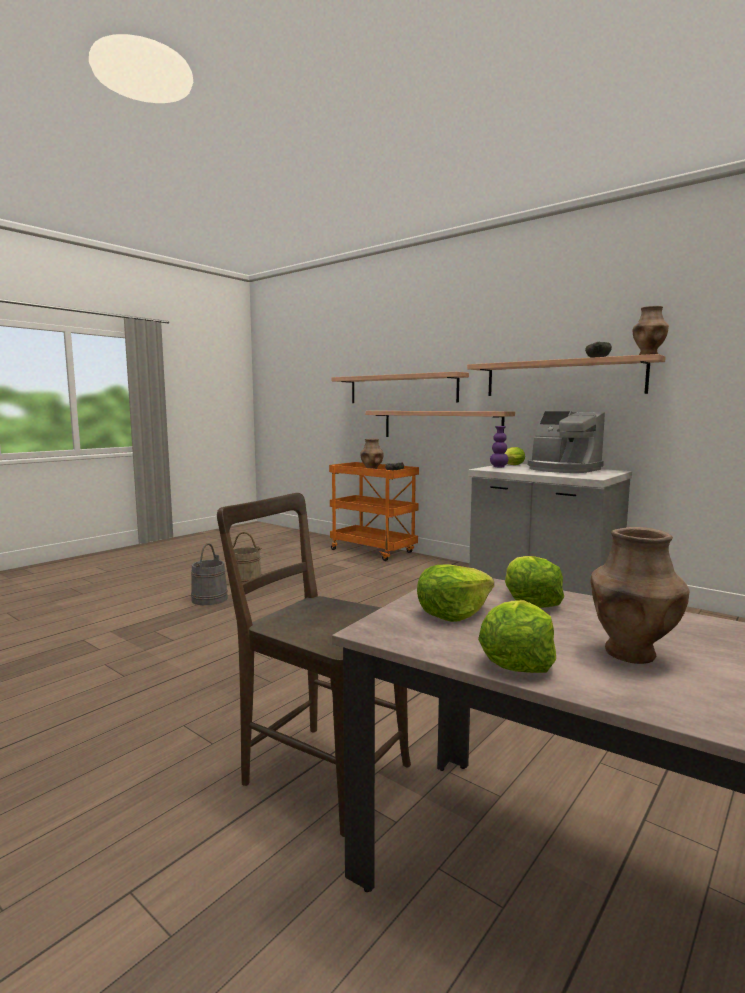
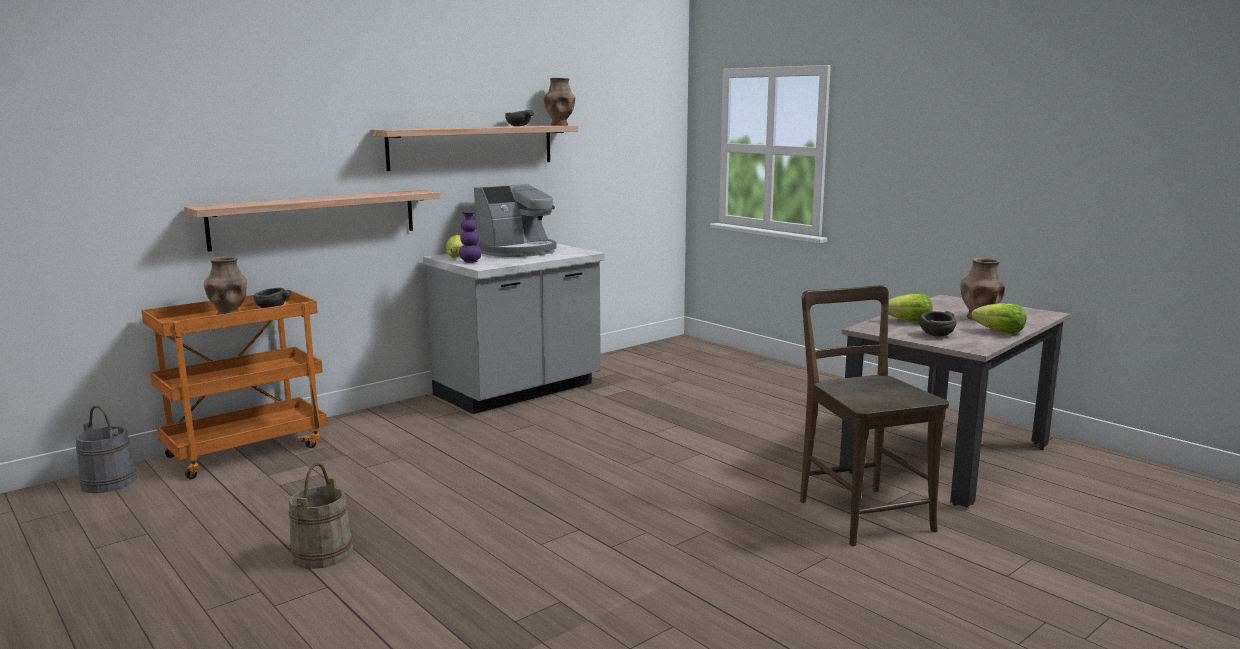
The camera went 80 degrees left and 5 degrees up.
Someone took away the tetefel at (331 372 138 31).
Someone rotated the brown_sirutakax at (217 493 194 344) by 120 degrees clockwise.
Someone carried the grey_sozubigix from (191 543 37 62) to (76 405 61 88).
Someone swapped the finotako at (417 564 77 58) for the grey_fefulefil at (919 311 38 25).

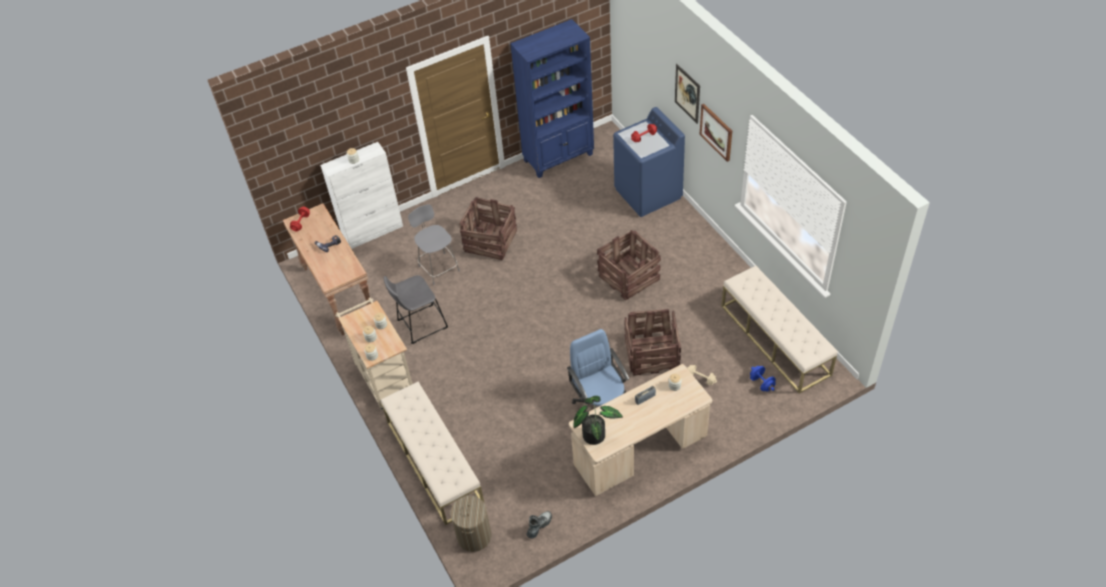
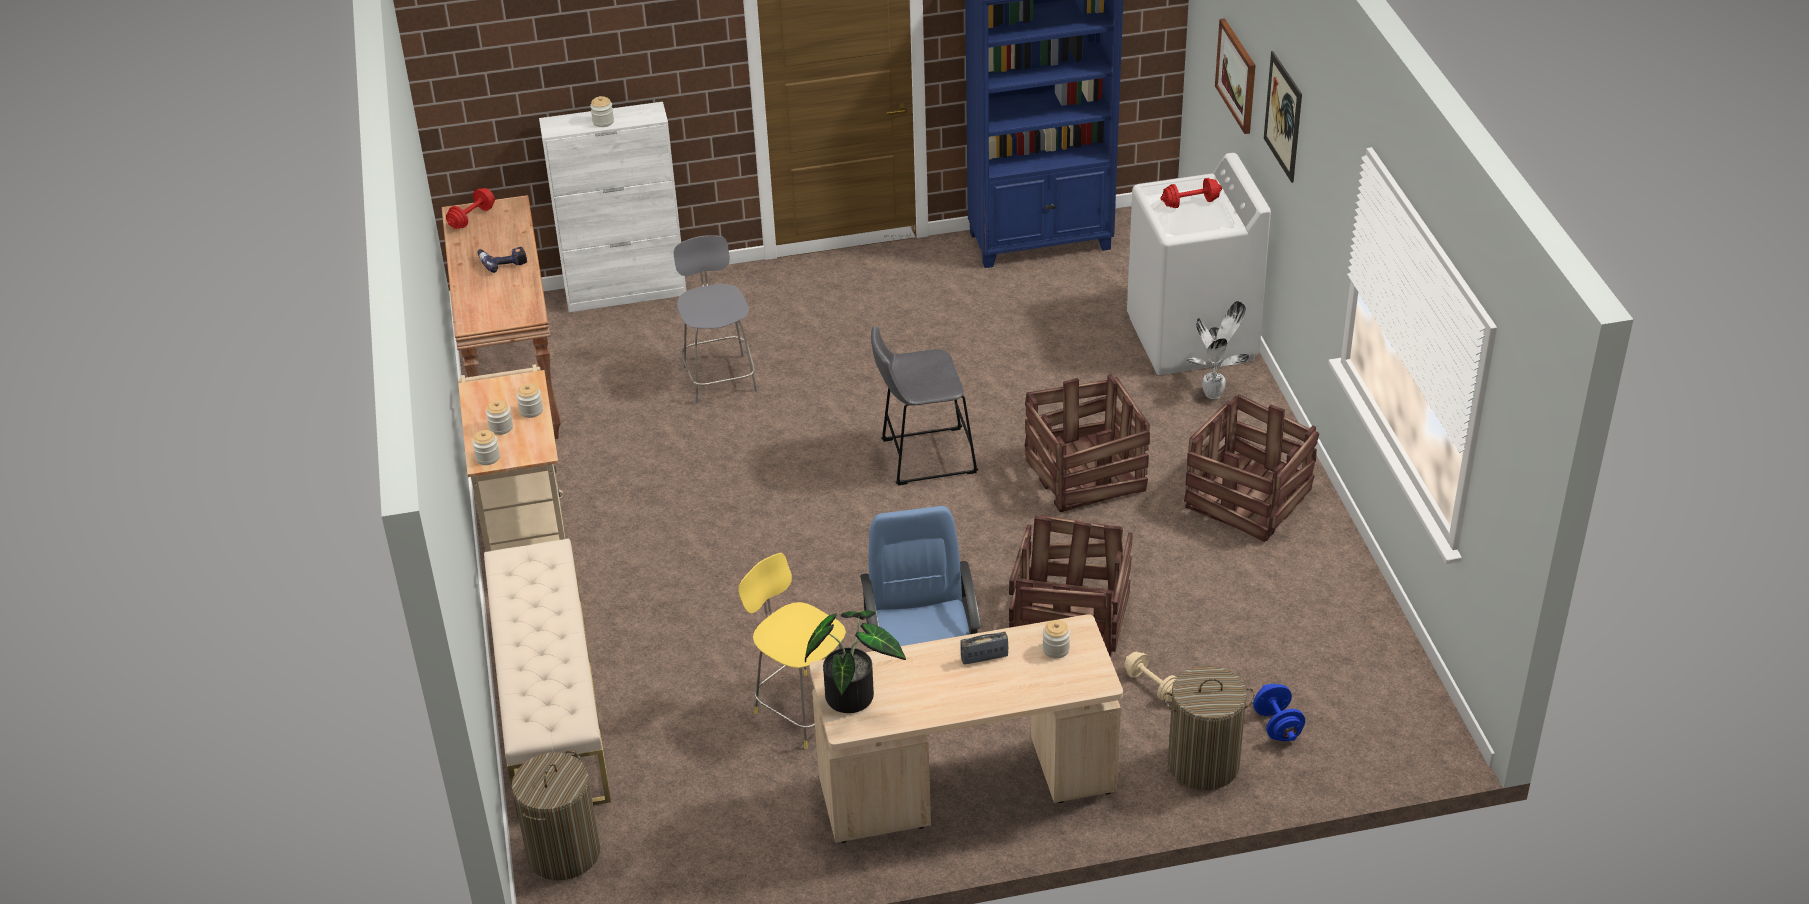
The camera went 15 degrees right and 10 degrees down.
Someone carried the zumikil from (700 104 32 58) to (1215 18 41 116).
Someone repainted the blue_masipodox at (613 107 72 110), which became the white_masipodox at (1127 153 144 222).
Someone carried the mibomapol from (459 197 58 63) to (1184 394 135 148).
Someone took away the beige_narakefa at (721 266 117 128).
Someone carried the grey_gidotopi from (384 275 64 69) to (871 326 107 160).
Someone took away the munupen at (526 511 26 28).
Someone put down the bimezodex at (1186 301 63 98).
Someone put down the yellow_gidotopi at (738 553 108 196).
Someone put down the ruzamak at (1163 665 92 125).

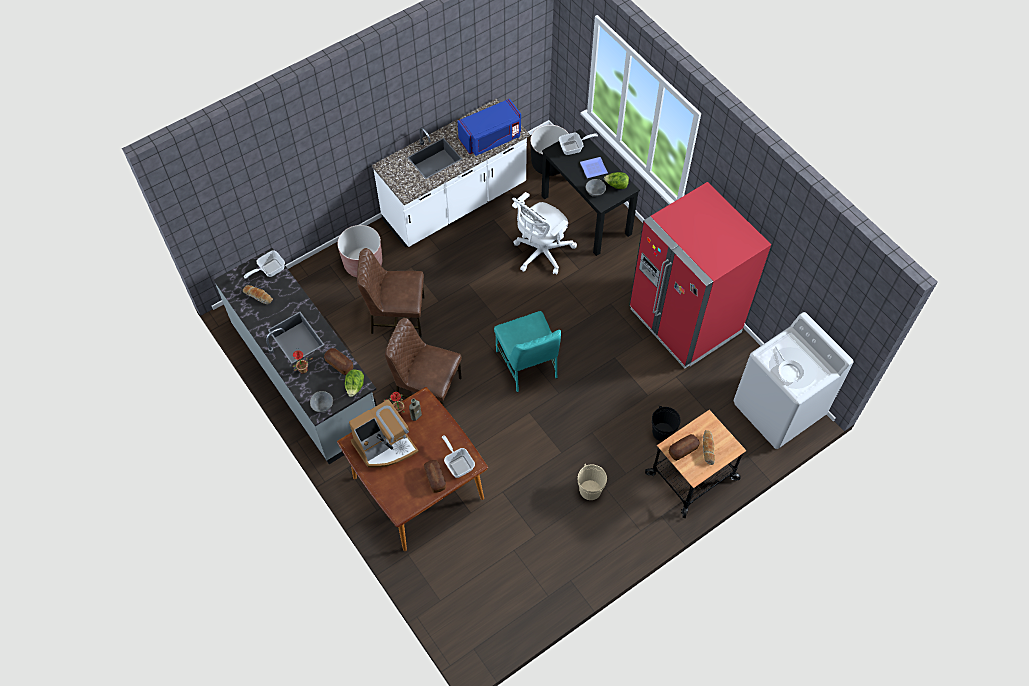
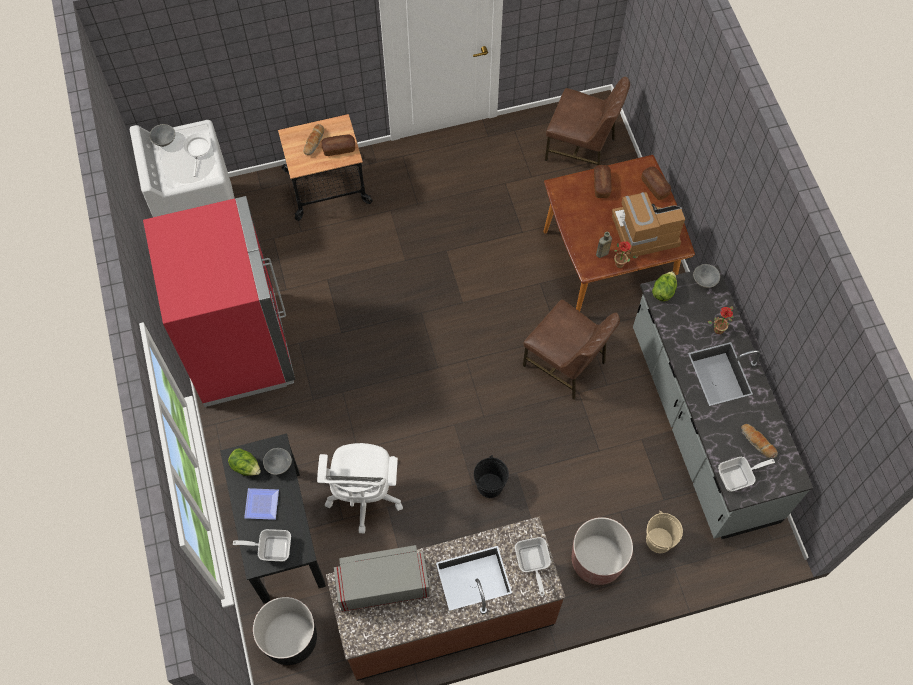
The camera went 160 degrees left and 5 degrees up.
Someone repainted the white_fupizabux at (372 98 158 149), which became the brown_fupizabux at (326 516 239 165).
Someone repainted the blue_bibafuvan at (457 98 64 58), which became the grey_bibafuvan at (334 545 96 67).
Someone rotated the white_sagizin at (512 192 65 83) by 120 degrees clockwise.
Someone carried the brown_sirutakax from (357 248 68 89) to (545 76 85 89).
Someone took away the turquoise_sirutakax at (494 311 67 81).
Someone carried the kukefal from (324 348 29 27) to (641 167 30 33).
Someone carried the black_sozubigix from (652 406 29 36) to (474 455 35 43).
Someone carried the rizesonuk from (442 435 33 43) to (515 537 36 59).
Someone carried the beige_sozubigix from (578 465 29 35) to (646 511 37 42).
Someone put down the grey_fefulefil at (150 124 25 23).

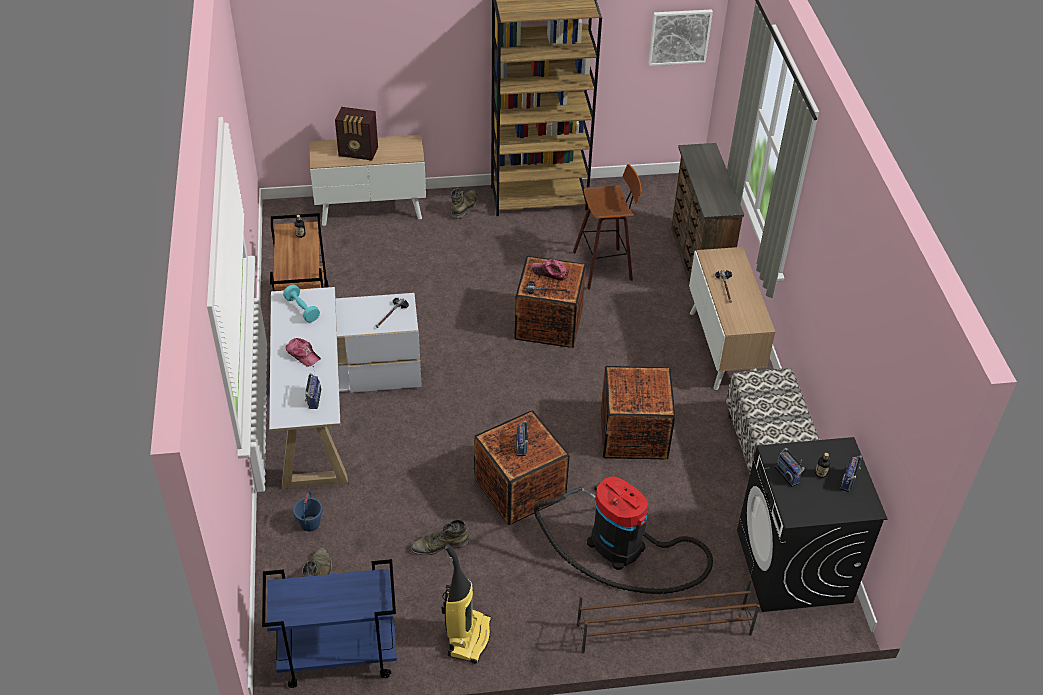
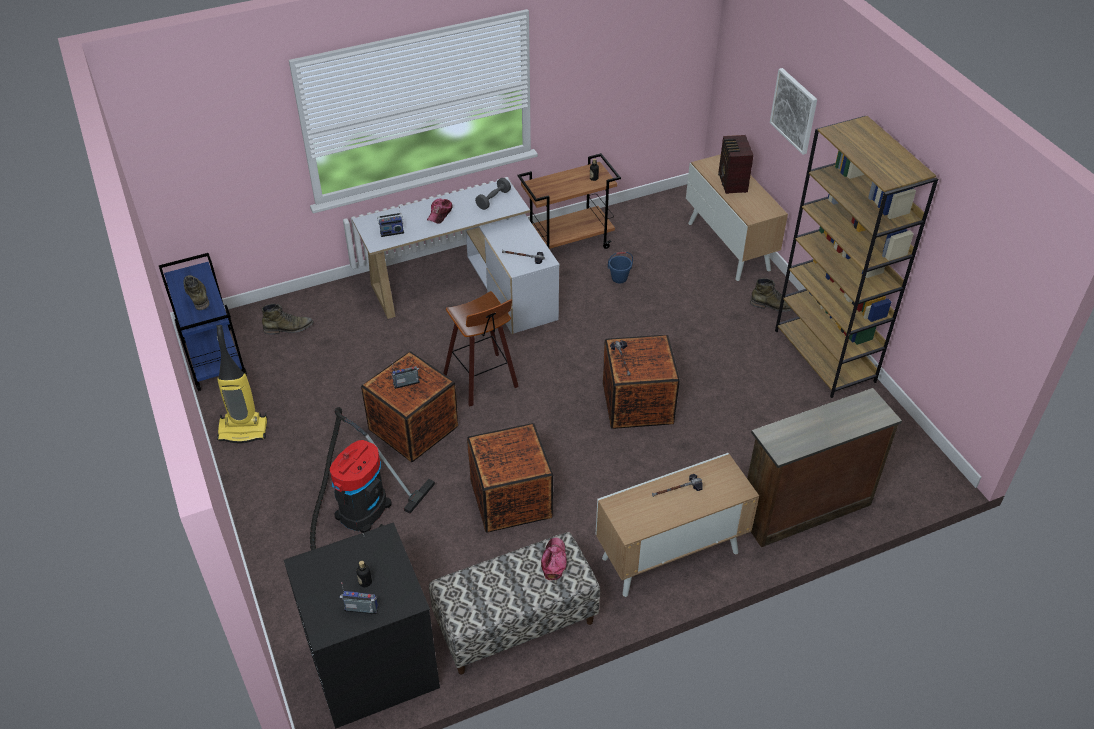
The camera went 75 degrees right and 0 degrees up.
Someone carried the zumikil from (648 9 65 57) to (770 68 47 87).
Someone carried the gidotopi from (573 164 69 126) to (443 291 76 116).
Someone carried the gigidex from (532 259 36 21) to (541 538 26 42).
Someone repainted the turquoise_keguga at (283 285 37 37), which became the grey_keguga at (475 178 36 32).
Someone took away the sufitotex at (775 448 30 39).
Someone carried the blue_sozubigix from (293 491 30 40) to (608 251 25 33).
Someone carried the green_munupen from (411 519 58 36) to (184 275 25 35).
Someone took away the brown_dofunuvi at (577 578 183 75).

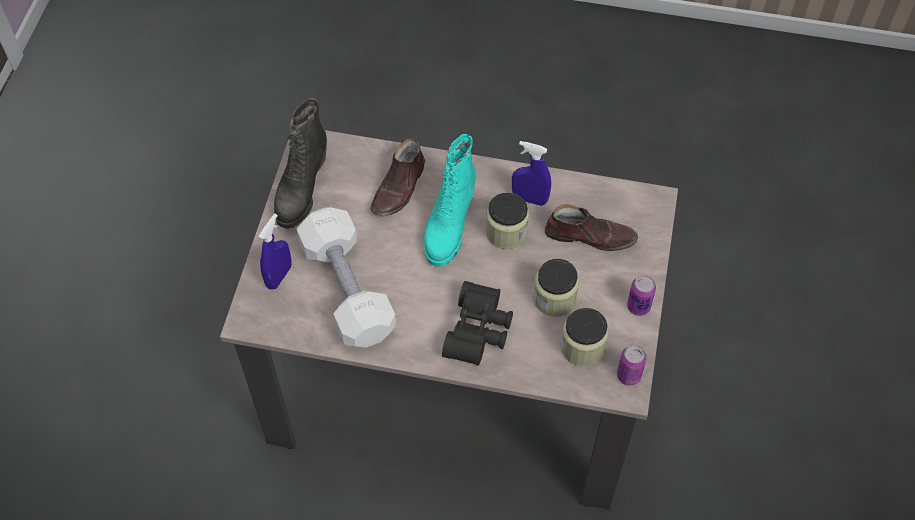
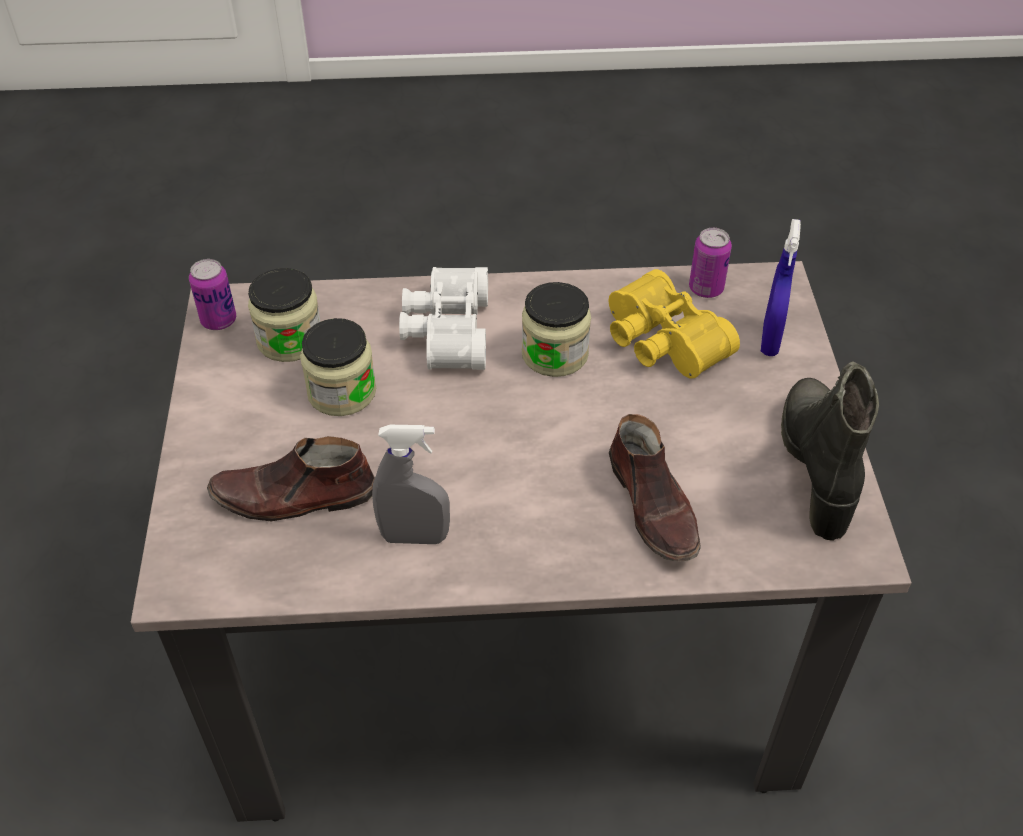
The camera went 165 degrees right and 10 degrees down.
Someone took away the turquoise_munupen at (424 134 52 133).
Someone rotated the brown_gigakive at (370 138 55 79) by 150 degrees clockwise.
Someone repainted the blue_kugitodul at (512 141 39 65), which became the grey_kugitodul at (372 425 78 119).
Someone carried the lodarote from (486 193 43 56) to (522 282 69 95).
Someone swapped the white_keguga at (297 207 99 141) for the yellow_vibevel at (609 269 131 110).
Someone carried the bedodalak from (627 275 29 41) to (689 228 43 70).
Someone repainted the black_vibevel at (442 281 71 85), which became the white_vibevel at (399 267 89 103).

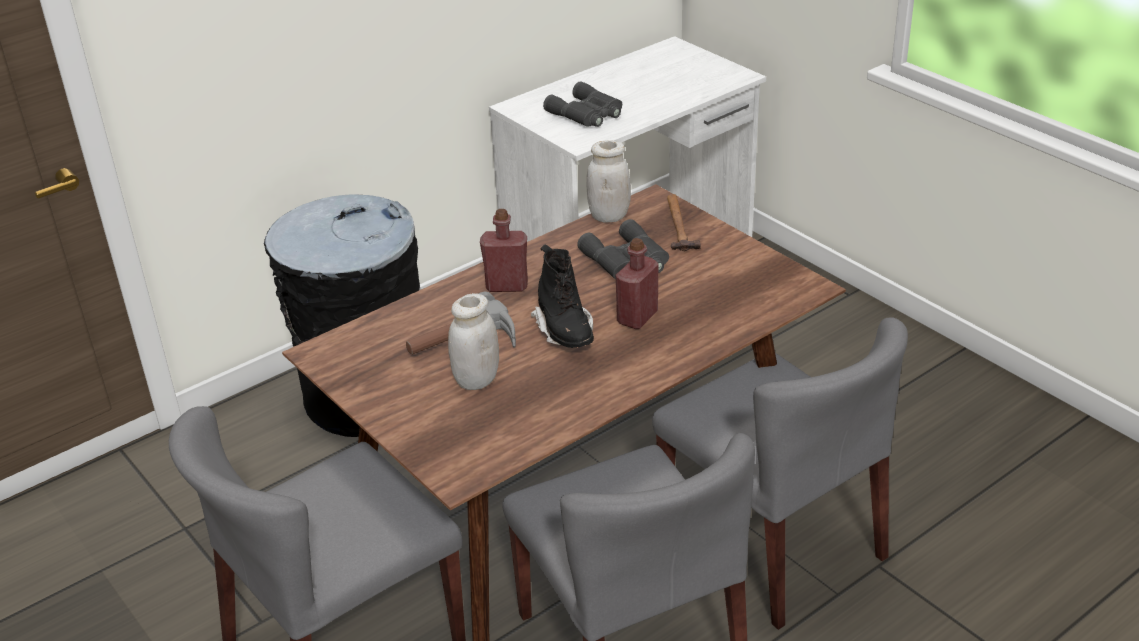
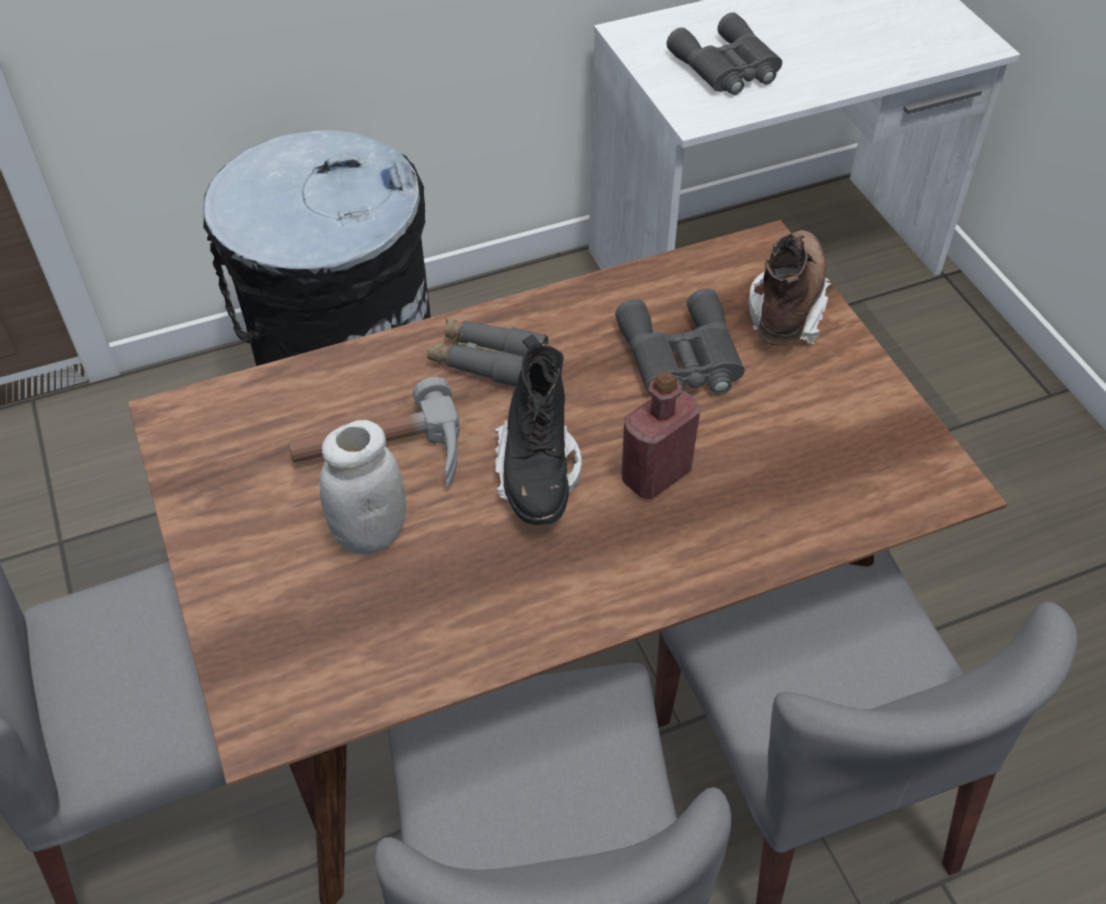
The camera went 15 degrees right and 15 degrees up.
Someone took away the white_lodarote at (586 140 45 83).
Someone swapped the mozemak at (667 194 34 57) for the brown_munupen at (749 230 83 116).
Someone swapped the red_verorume at (480 209 48 83) for the grey_vibevel at (427 318 121 69).

